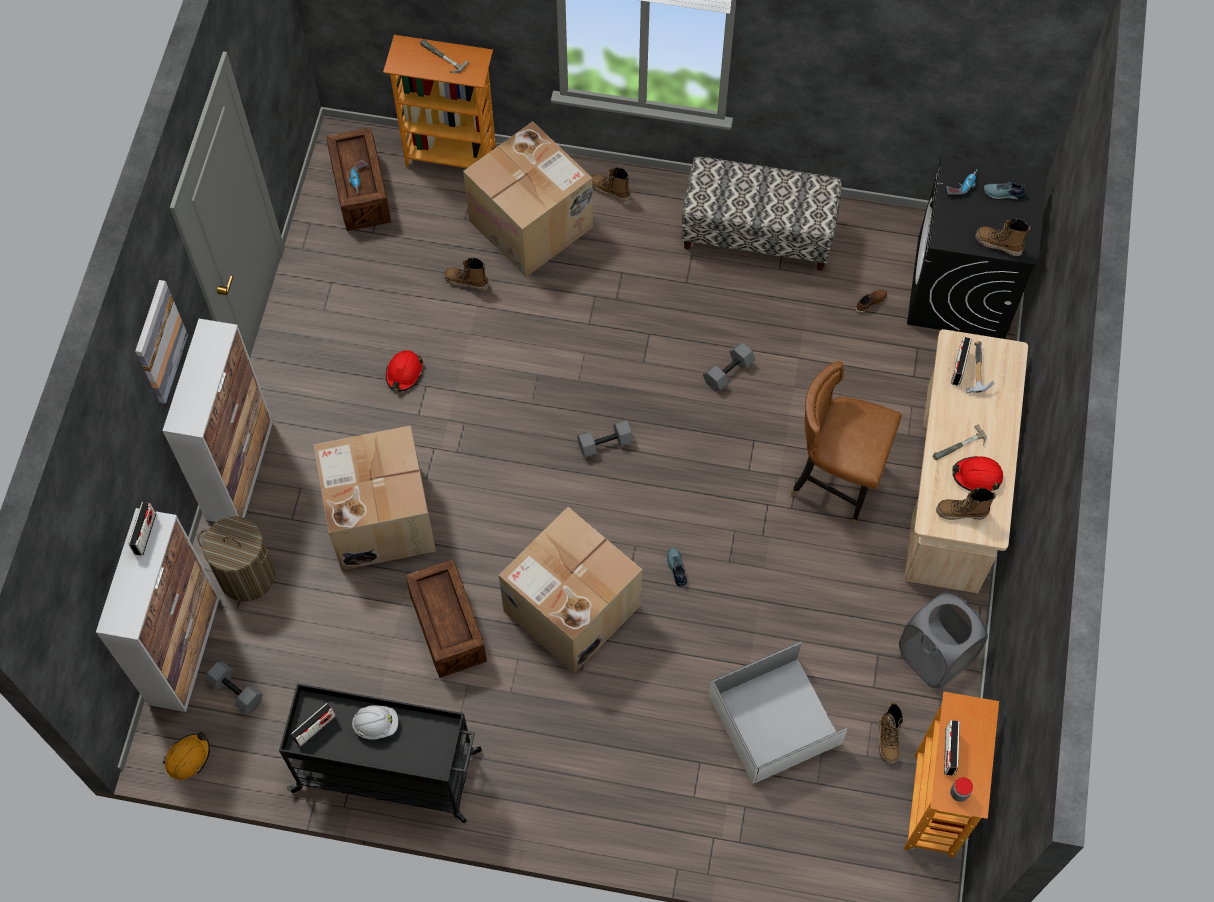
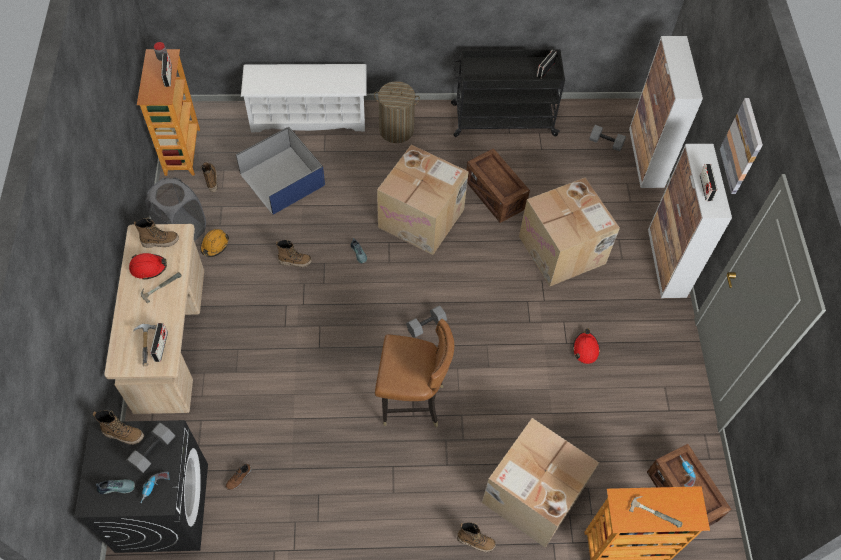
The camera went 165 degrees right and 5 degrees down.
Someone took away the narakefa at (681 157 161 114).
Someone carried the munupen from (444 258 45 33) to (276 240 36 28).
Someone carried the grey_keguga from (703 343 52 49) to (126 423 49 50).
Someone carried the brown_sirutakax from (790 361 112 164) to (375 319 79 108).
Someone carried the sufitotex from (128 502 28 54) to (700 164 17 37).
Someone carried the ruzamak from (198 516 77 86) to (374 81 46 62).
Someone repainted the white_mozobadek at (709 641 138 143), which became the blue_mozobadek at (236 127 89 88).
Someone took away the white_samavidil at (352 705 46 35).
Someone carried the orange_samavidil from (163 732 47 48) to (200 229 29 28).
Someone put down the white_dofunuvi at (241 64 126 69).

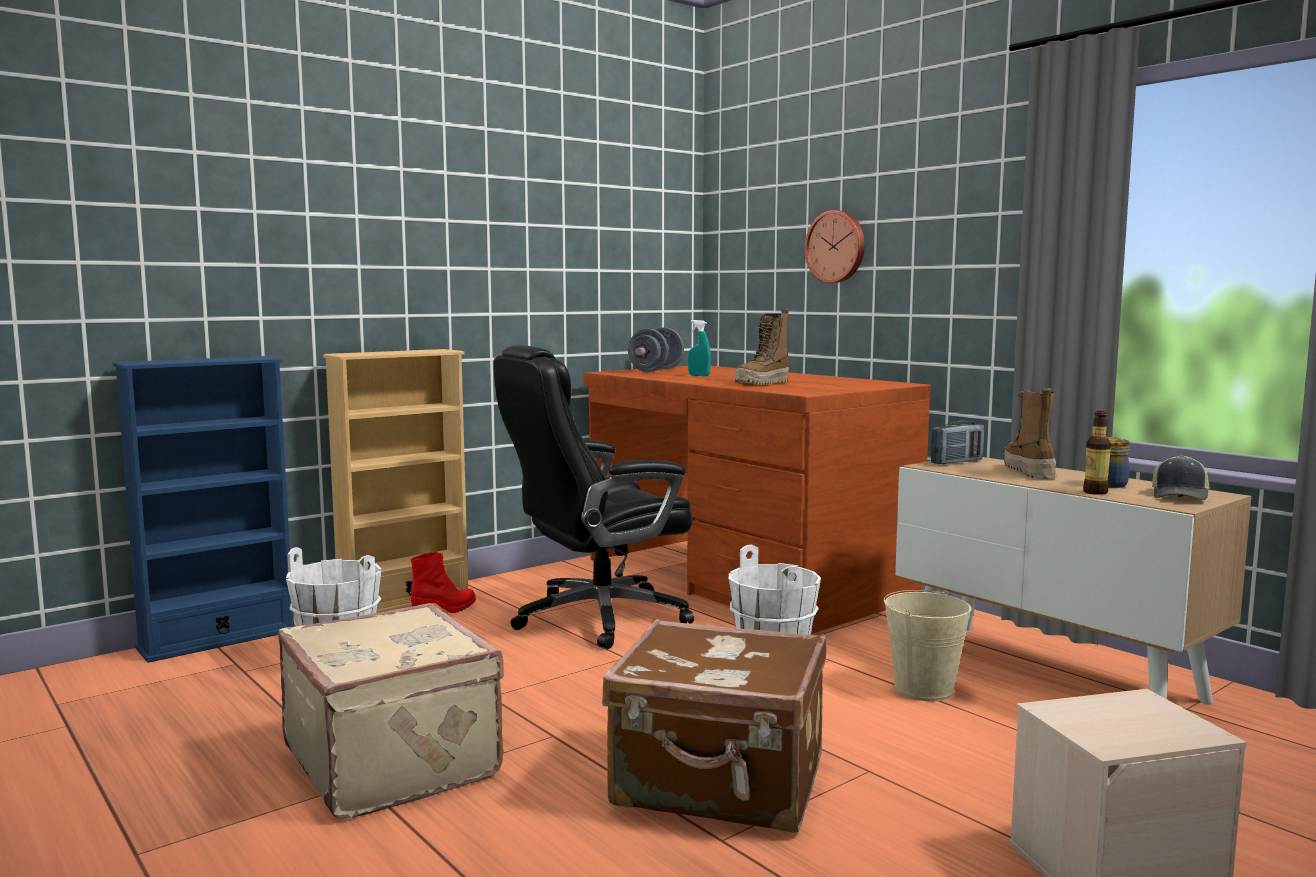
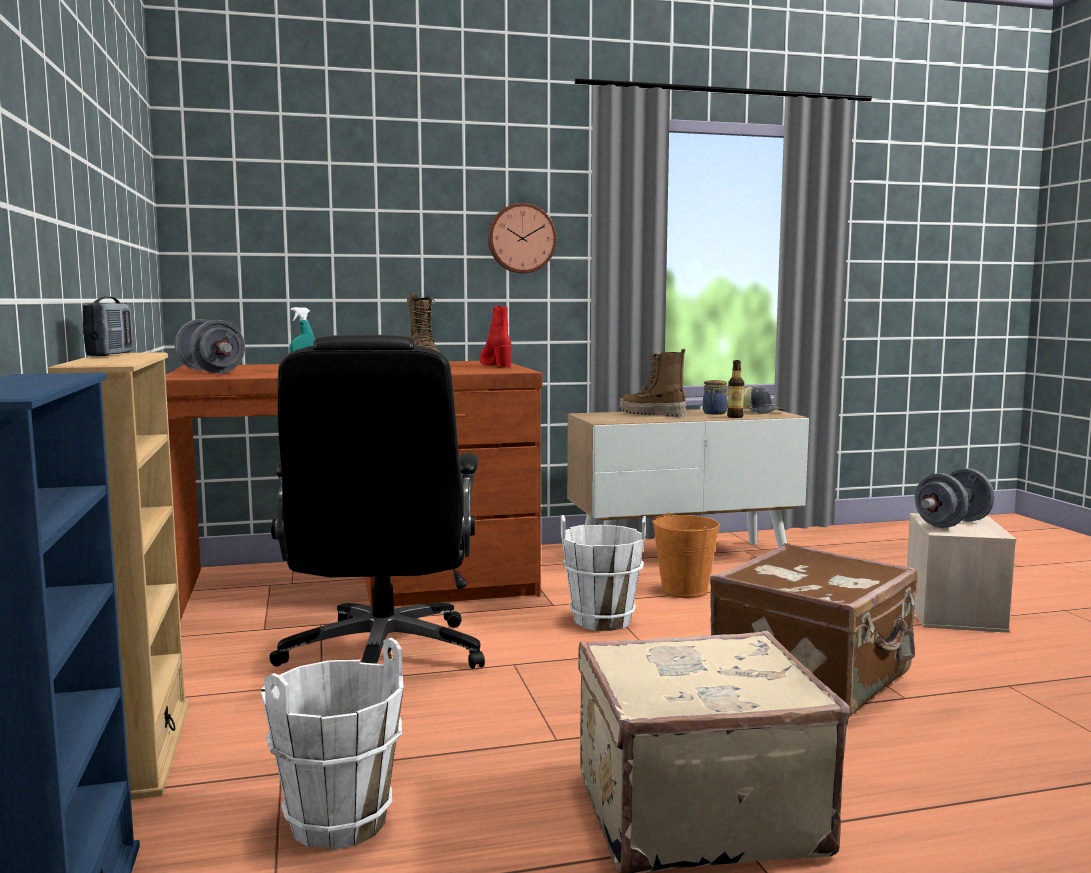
The camera went 65 degrees left and 0 degrees up.
Someone carried the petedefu from (804 210 61 73) to (488 203 69 70).
Someone carried the sufitotex from (931 421 53 44) to (82 296 51 60).
Someone carried the red_munupen from (411 552 65 61) to (480 306 31 62).
Someone repainted the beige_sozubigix at (884 590 87 111), which became the orange_sozubigix at (652 512 68 86).
Someone put down the grey_keguga at (915 468 80 60).

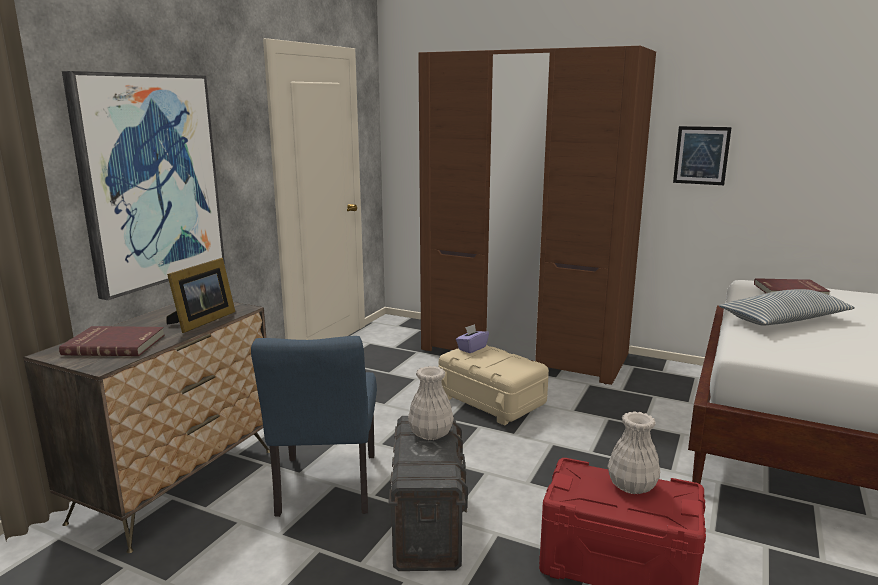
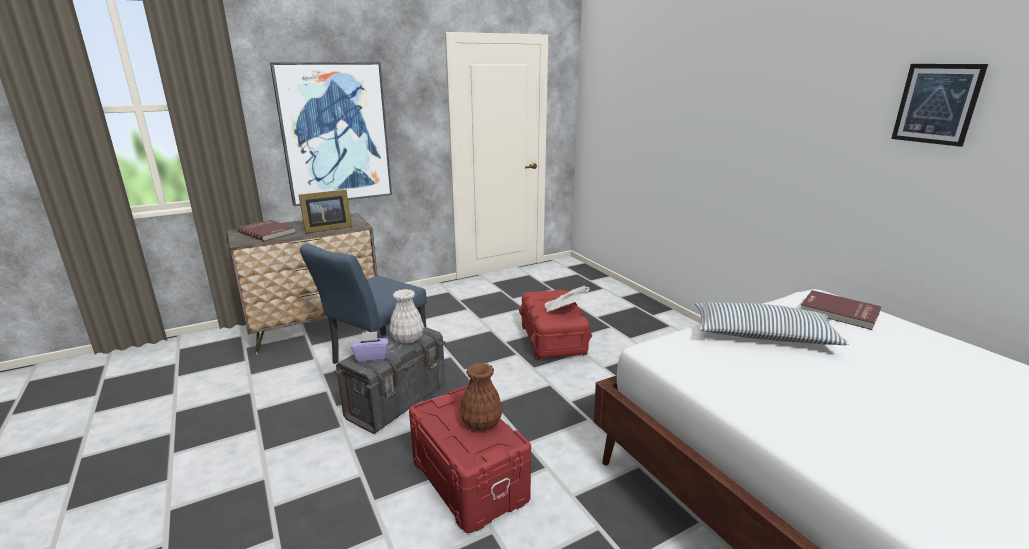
The camera went 35 degrees right and 5 degrees up.
Someone took away the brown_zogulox at (418 46 238 339).
Someone carried the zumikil from (673 126 59 59) to (891 64 97 83).
Someone carried the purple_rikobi from (456 324 33 29) to (352 331 36 31).
Someone repainted the beige_mozobadek at (439 345 110 81), which became the red_mozobadek at (519 290 73 70).
Someone repainted the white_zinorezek at (607 411 54 83), which became the brown_zinorezek at (460 363 43 68).
Someone put down the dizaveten at (545 286 44 26).

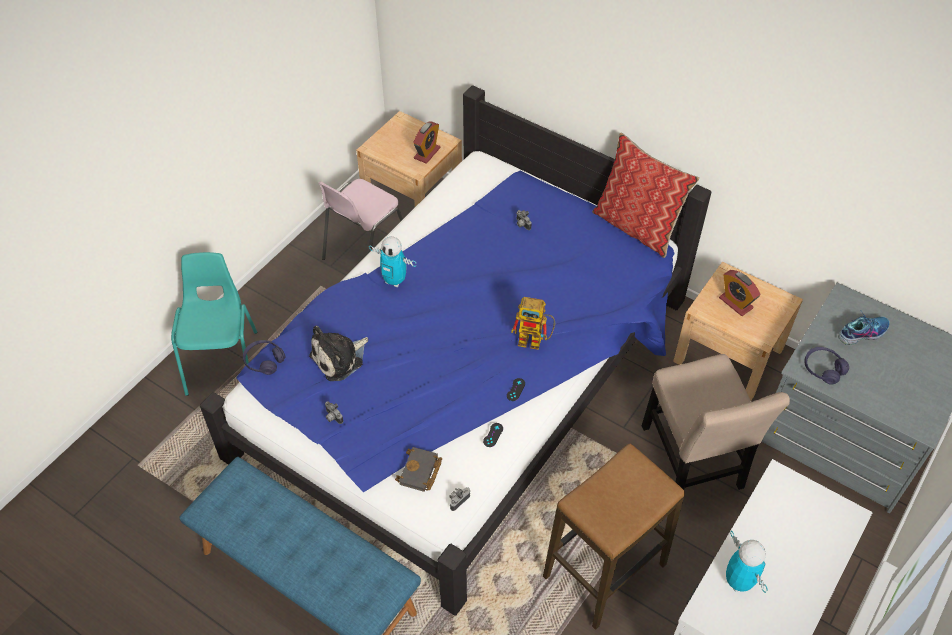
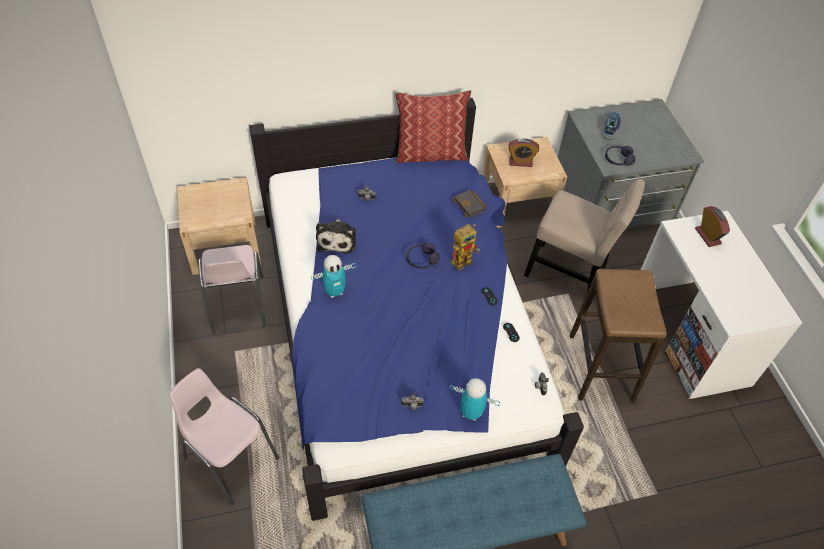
The camera went 50 degrees left and 0 degrees up.
Someone carried the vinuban from (413 121 27 43) to (695 206 35 41).
Someone repainted the turquoise_sirutakax at (171 252 86 144), which became the pink_sirutakax at (168 368 111 137).
Someone carried the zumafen from (309 326 59 55) to (316 218 40 36).
Someone carried the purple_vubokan from (243 340 42 35) to (406 243 34 26).
Someone carried the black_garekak from (395 447 47 45) to (452 190 35 28).
Someone carried the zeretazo from (726 530 42 63) to (449 378 51 43).

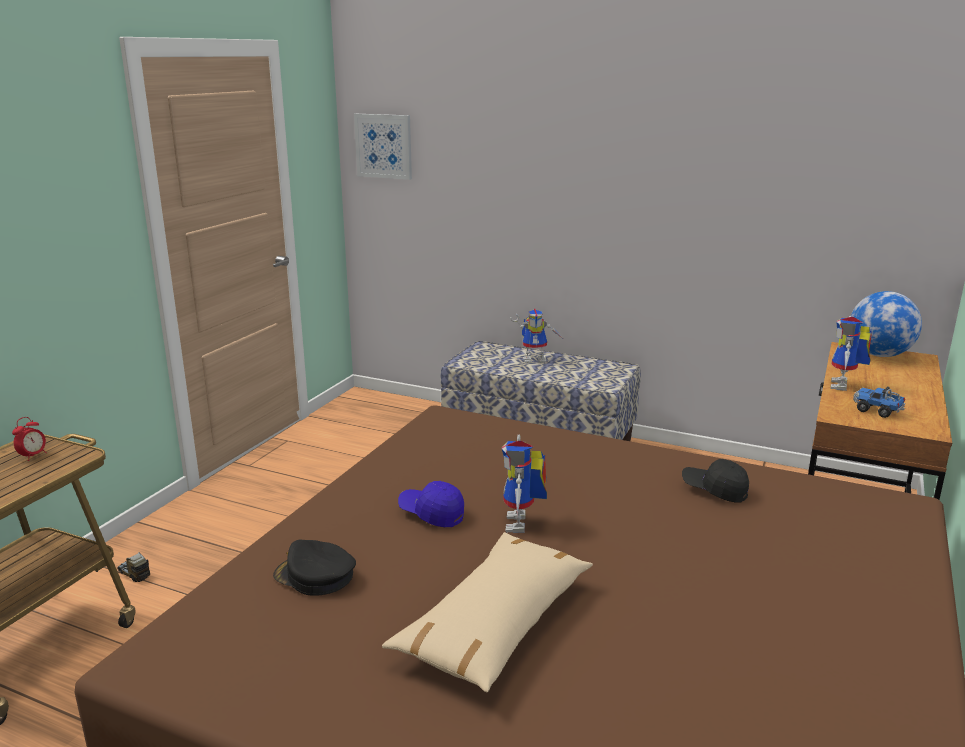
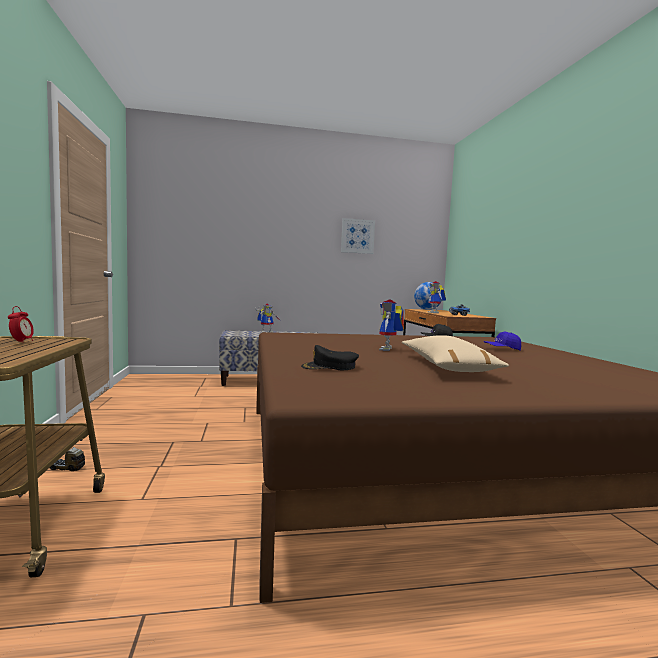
The camera went 35 degrees left and 15 degrees down.
Someone carried the zumikil from (354 114 58 66) to (341 218 34 36).
Someone rotated the zeretazo at (502 435 45 98) by 45 degrees clockwise.
Someone carried the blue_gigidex from (398 481 66 46) to (484 331 37 20).

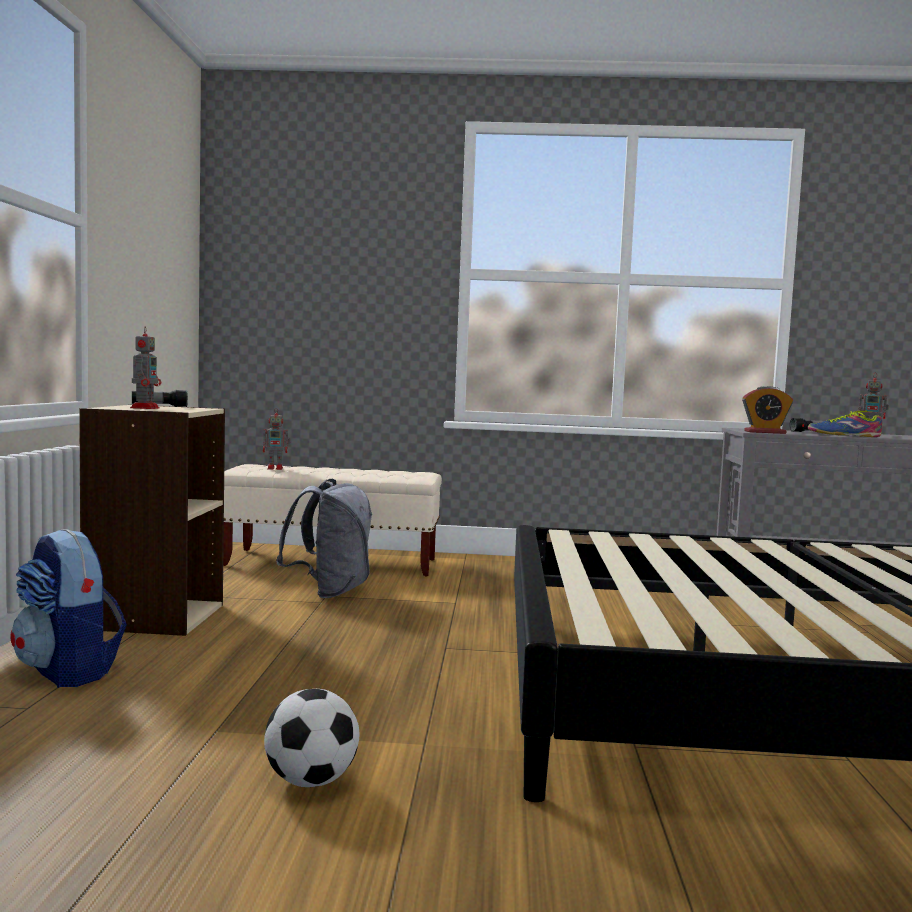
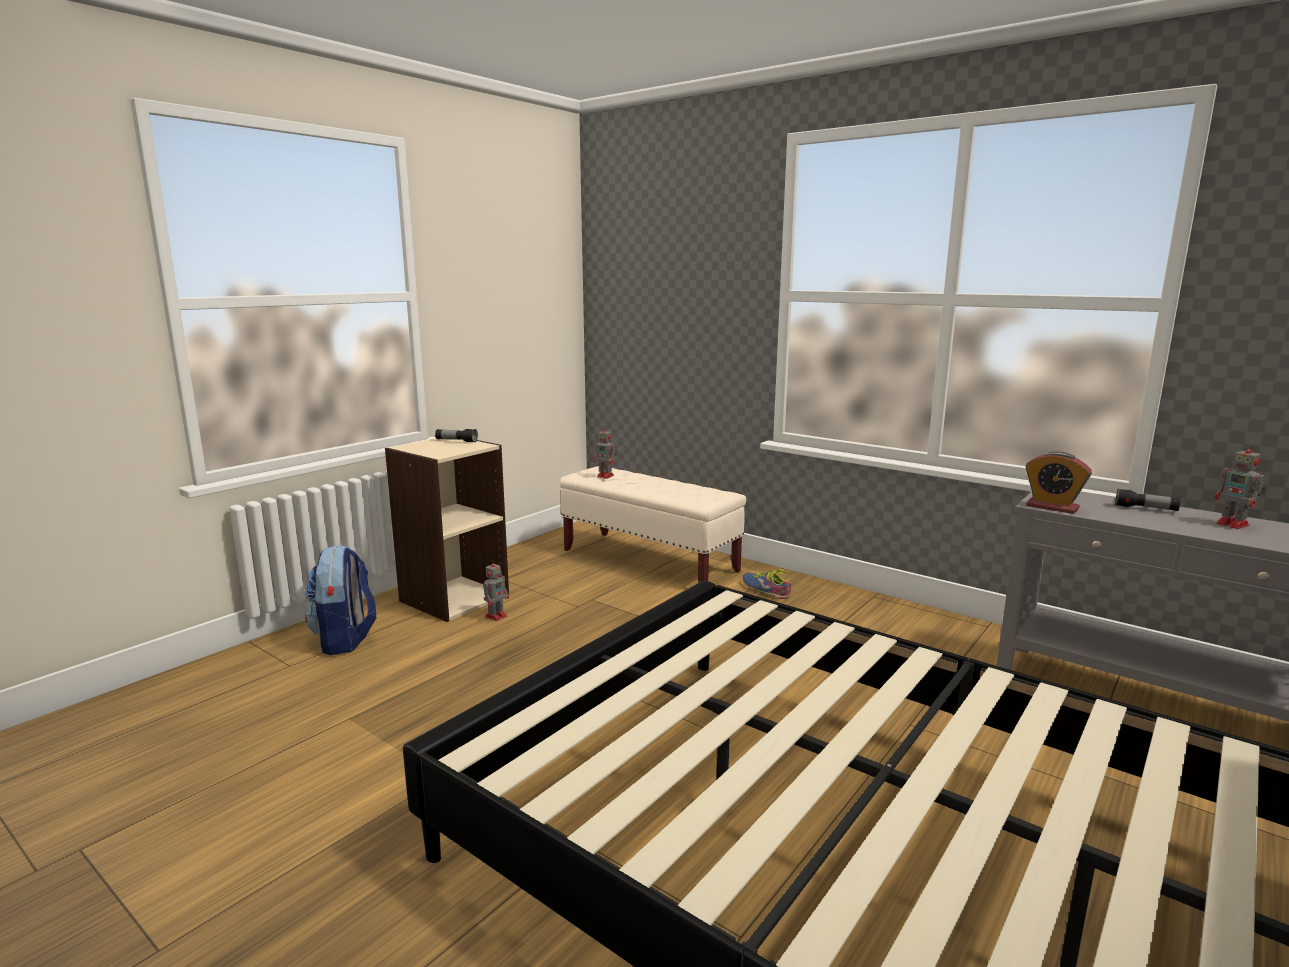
The camera went 35 degrees right and 10 degrees up.
Someone carried the zeretazo from (130 326 31 83) to (483 559 26 62).
Someone carried the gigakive from (808 411 74 26) to (742 569 50 30).
Someone took away the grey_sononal at (276 479 96 119).
Someone took away the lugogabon at (264 689 95 98).

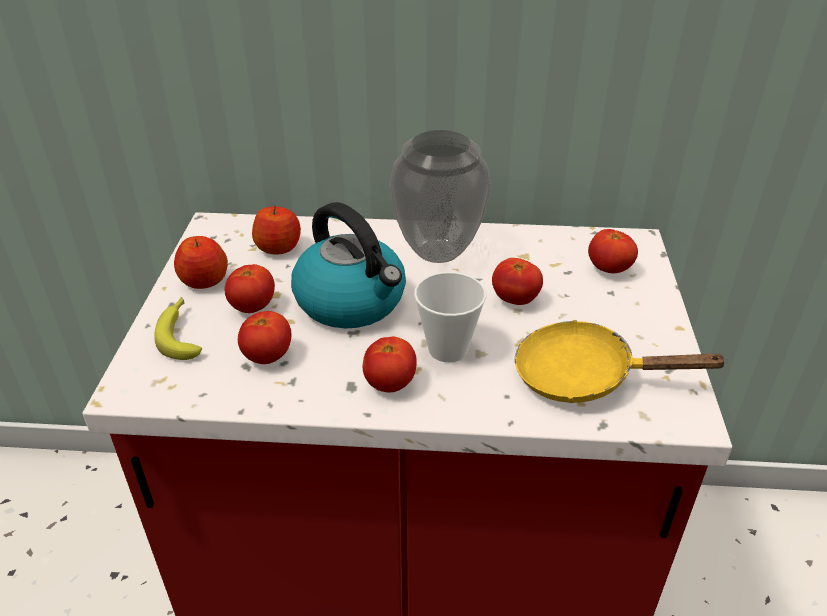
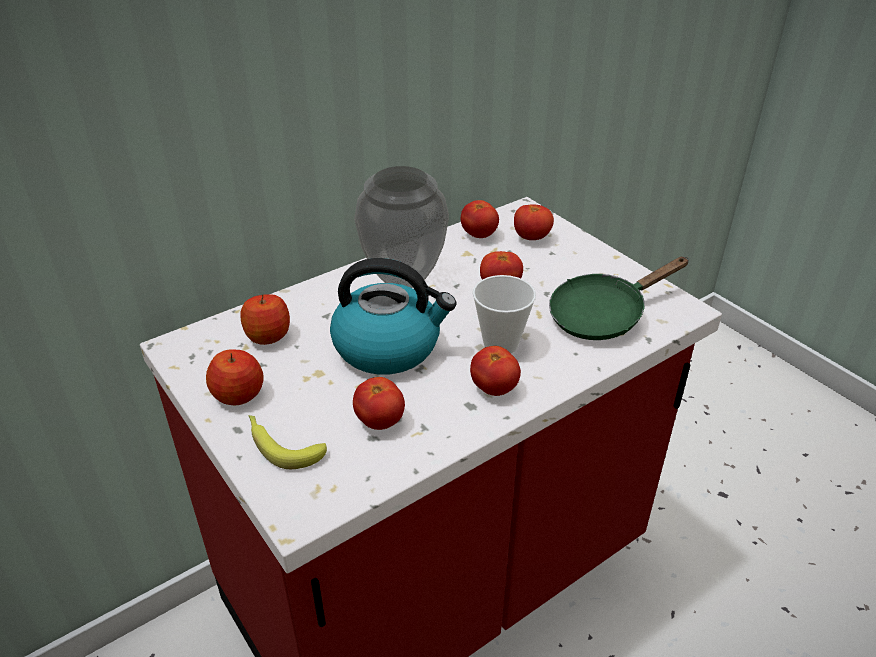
The camera went 40 degrees left and 0 degrees up.
Someone carried the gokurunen from (225 264 50 49) to (461 200 38 38).
Someone repainted the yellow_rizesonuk at (515 320 213 83), which became the green_rizesonuk at (549 257 140 83).

